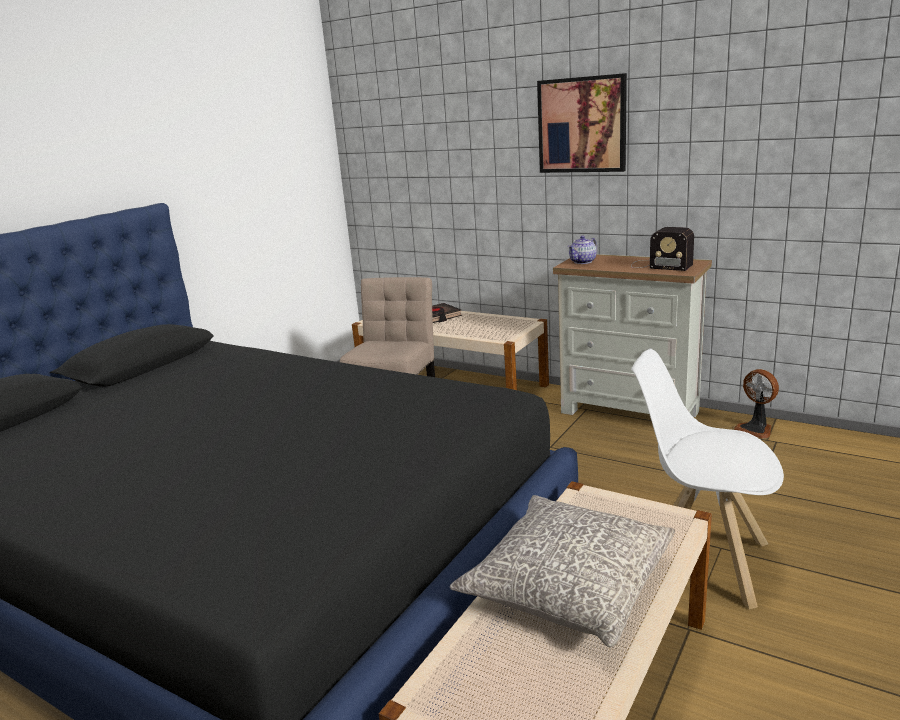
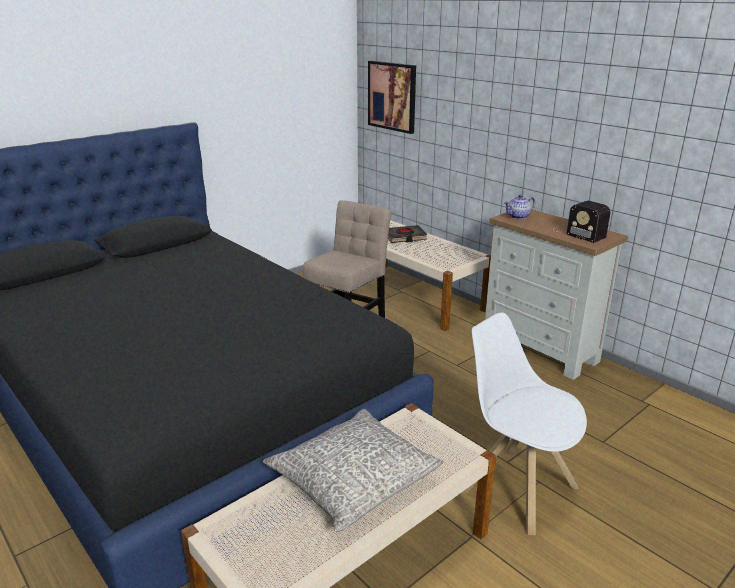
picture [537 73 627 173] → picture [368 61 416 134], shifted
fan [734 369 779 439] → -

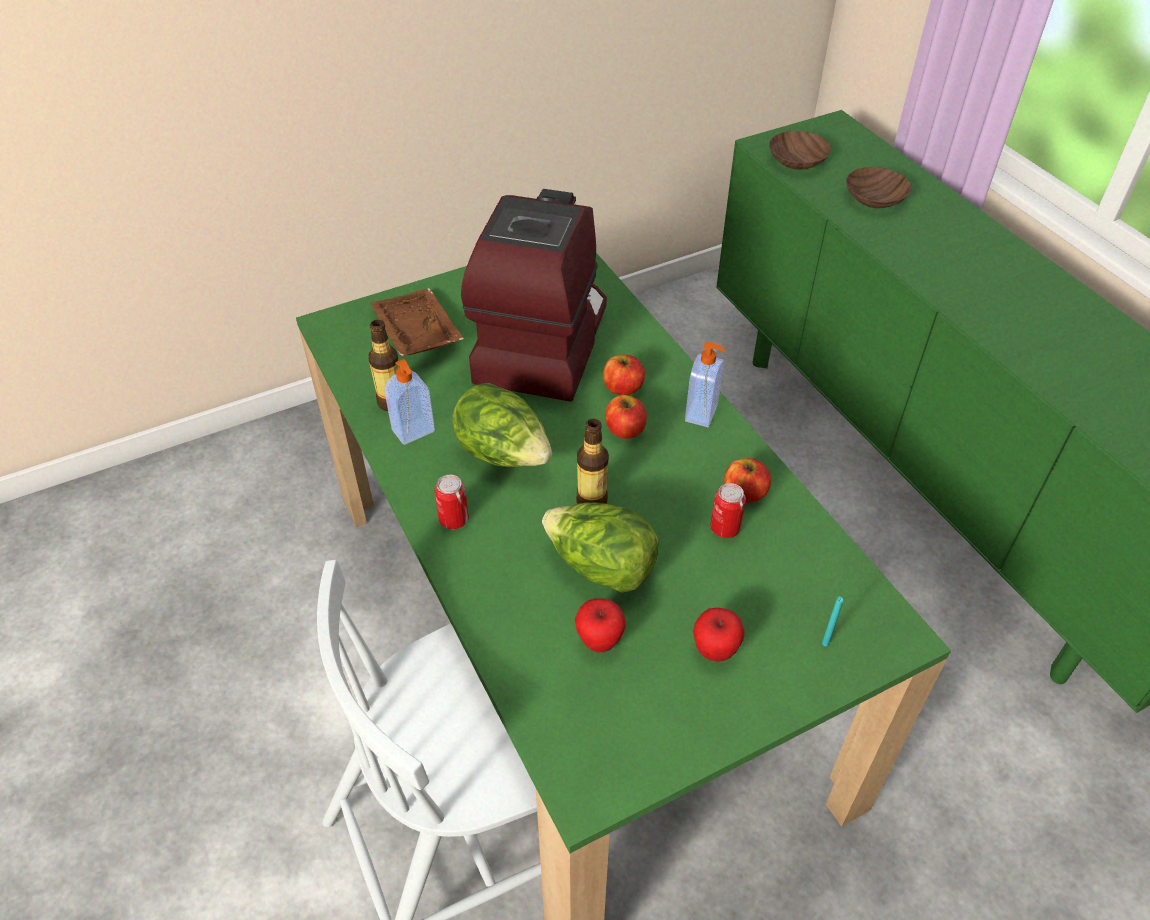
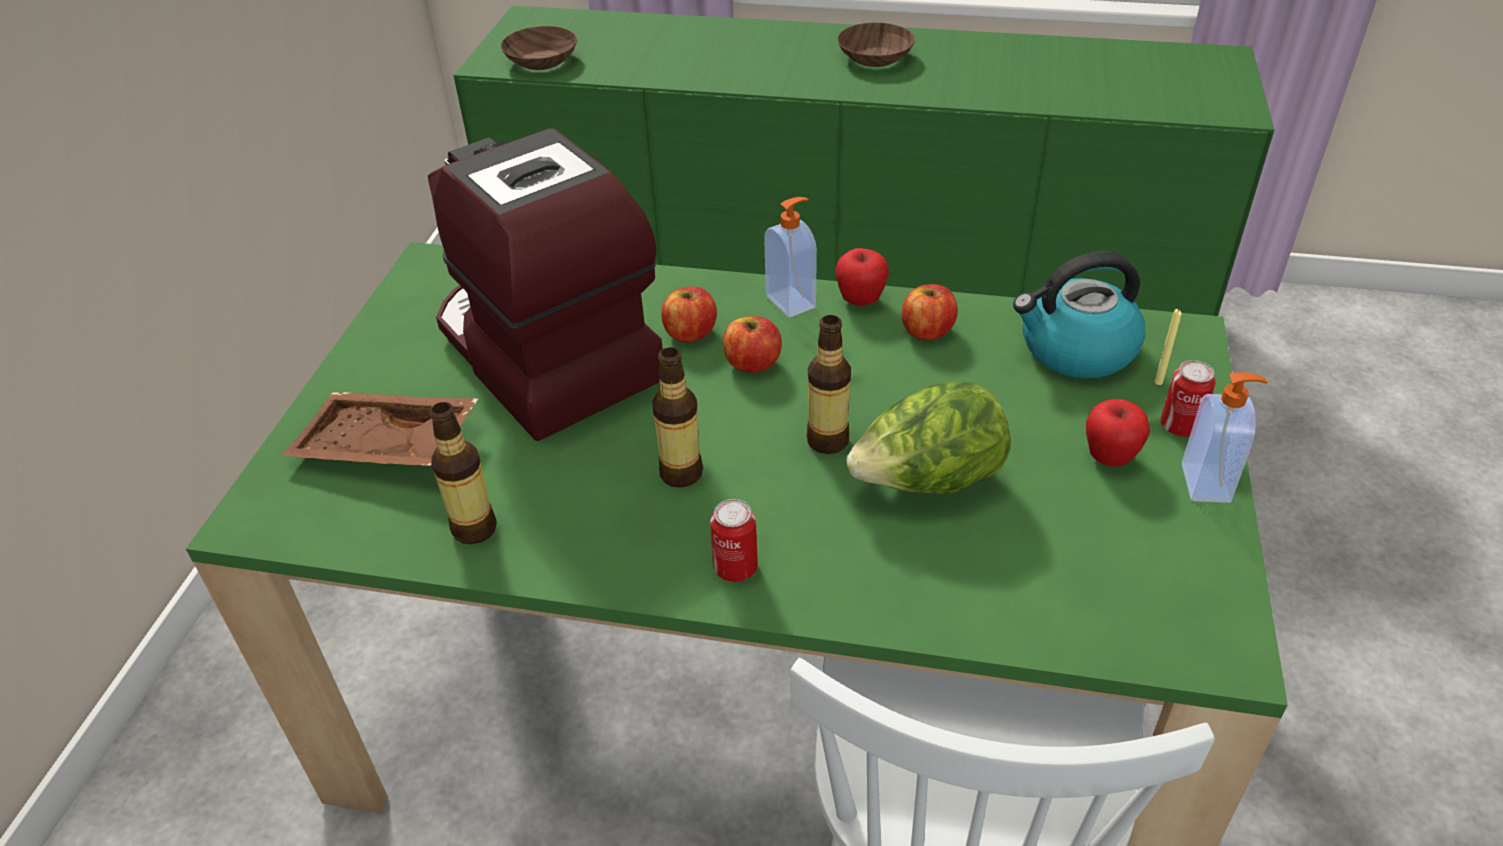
head of lettuce [452 383 552 467] → beverage bottle [652 347 703 488]
apple fruit [575 598 626 652] → apple fruit [835 248 889 306], shifted
bowl (brownish) [846 167 911 208] → bowl (brownish) [837 22 915 67], shifted
- → kettle [1013 251 1146 378]
wax light (turquoise-coloured) [822 596 843 646] → wax light (yellow-coloured) [1154 309 1182 385]
sealed can [710 483 746 538] → sealed can [1160 360 1216 437], shifted
liquid soap bottle [384 359 435 445] → liquid soap bottle [1182 372 1267 503], shifted

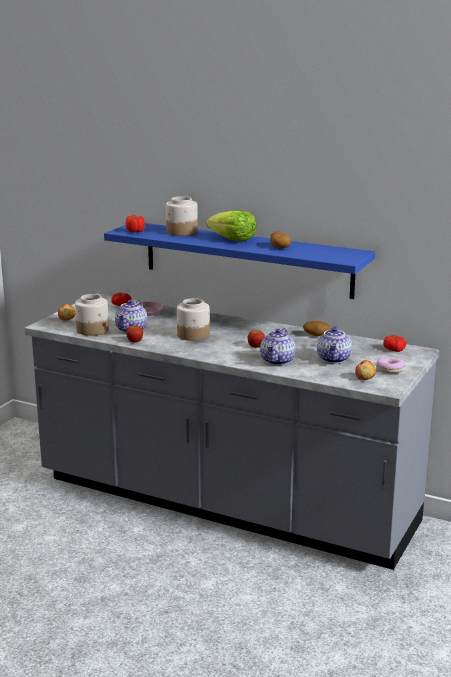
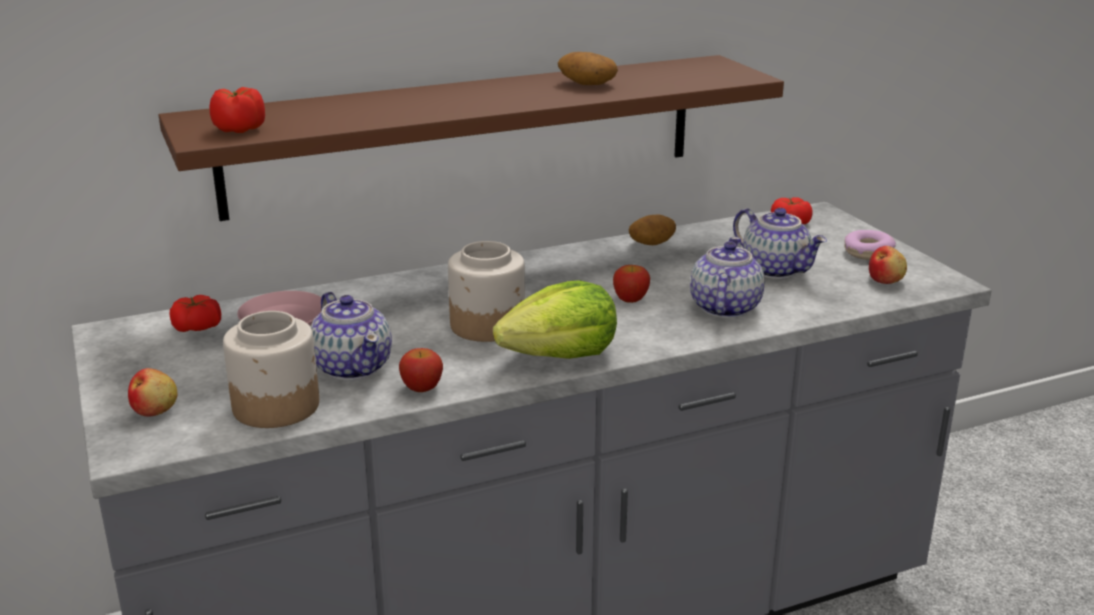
shelf (blue-coloured) [104 223 375 299] → shelf (brownish) [159 55 784 221]
head of lettuce [206 210 257 242] → head of lettuce [493 280 617 359], shifted
teapot [260 328 296 365] → teapot [690 237 764 318], 135 degrees counterclockwise
preserve jar [166 196 198 236] → -

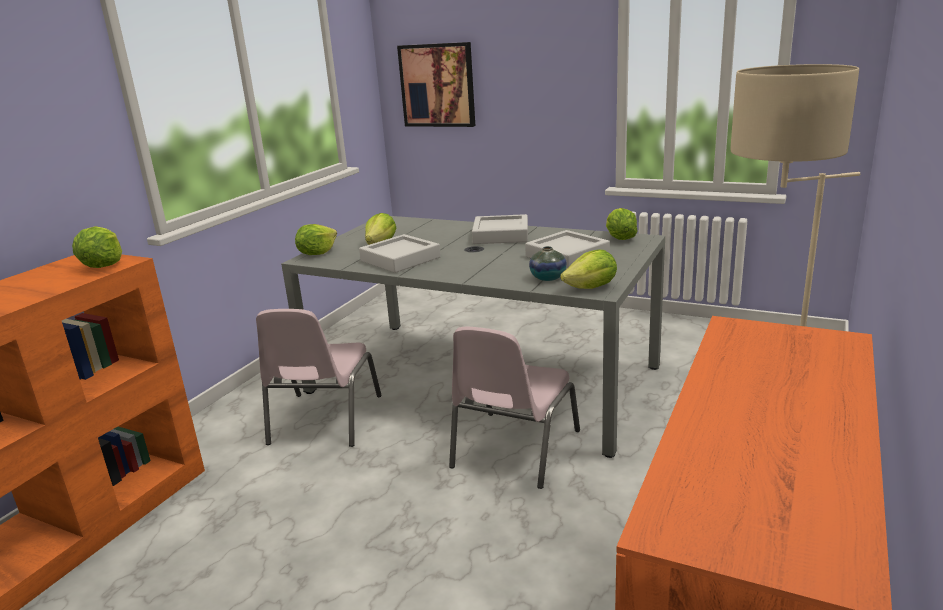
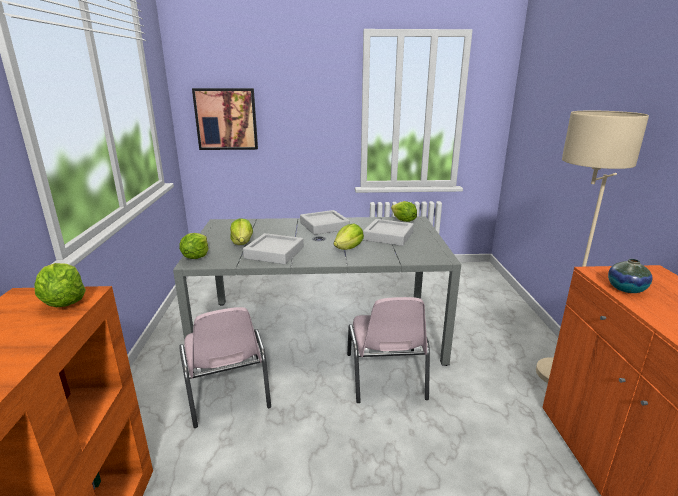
head of lettuce [560 250 617 289] → head of lettuce [334 223 364 250], shifted
vase [529 246 567 281] → vase [608 259 652 293], shifted

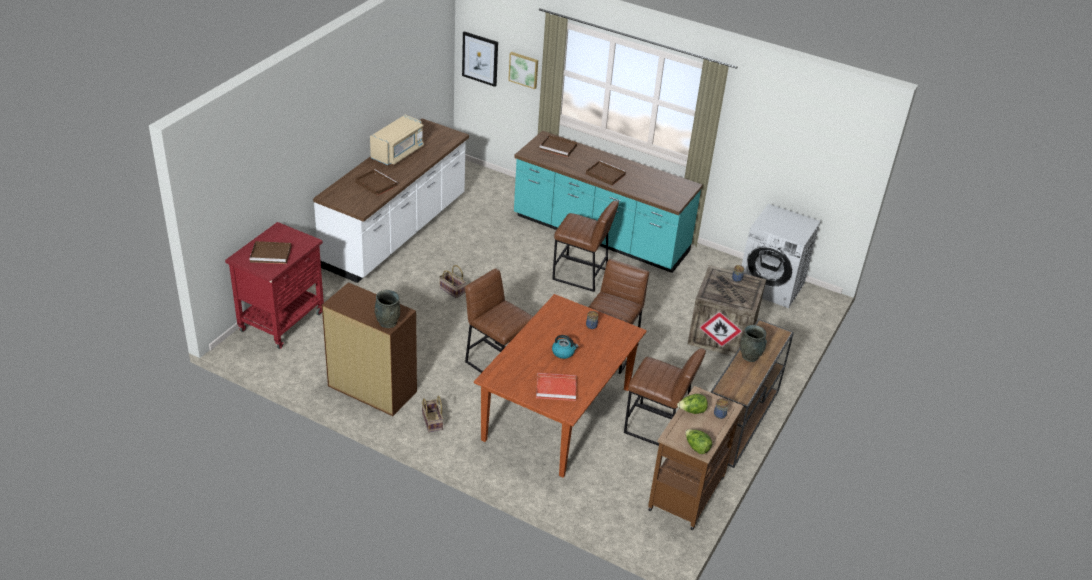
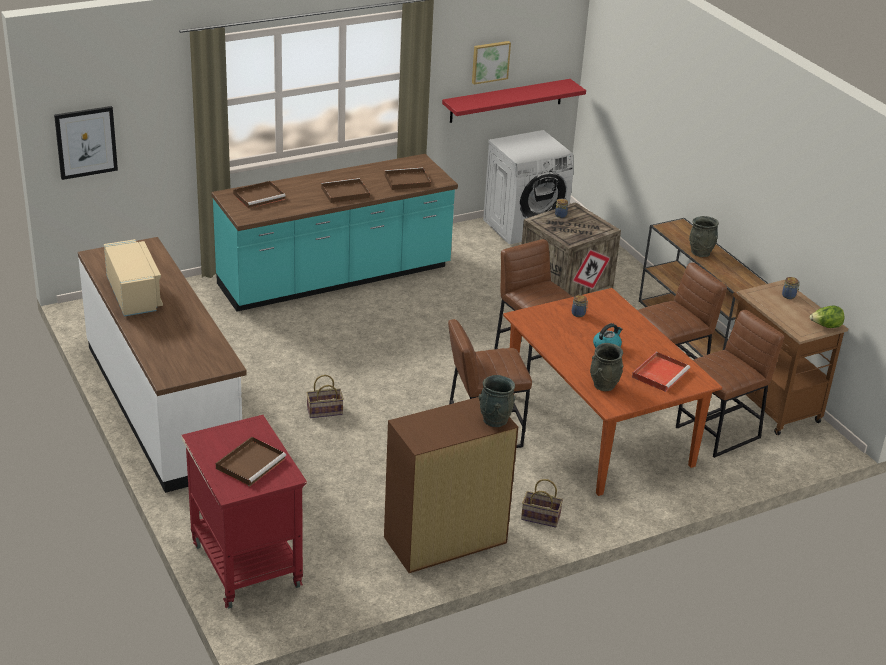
carrying tray (brownish) [355 169 397 196] → carrying tray (brownish) [384 167 431 190], shifted
- → shelf (red) [442 79 586 123]
picture [508 52 538 89] → picture [472 41 511 85], shifted
- → vase (gray) [590 343 623 391]
plain chair (brownish) [552 201 619 292] → plain chair (brownish) [676 310 784 458], shifted
head of lettuce [677 394 708 414] → -

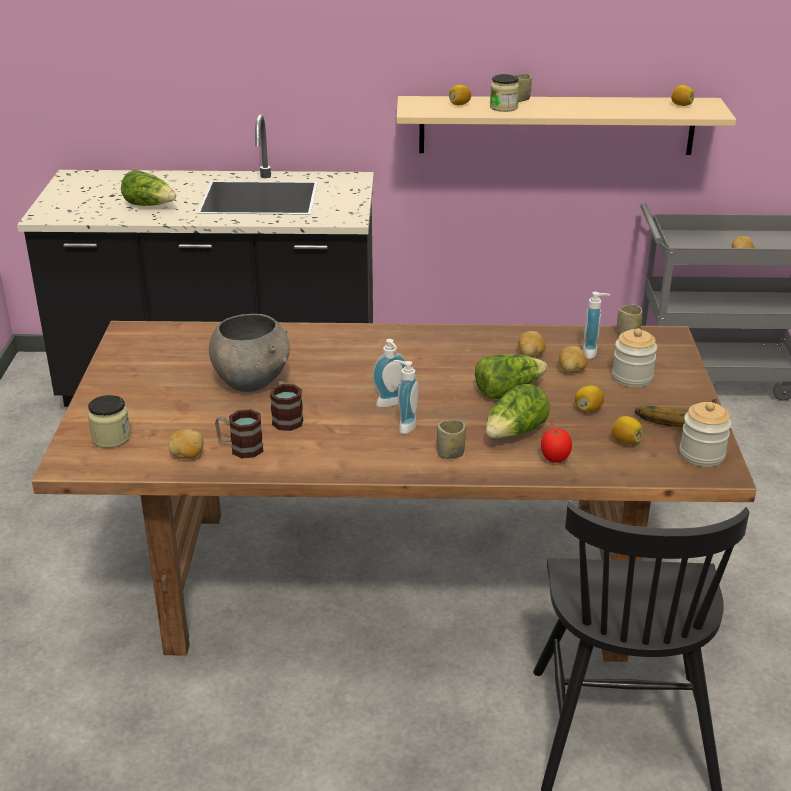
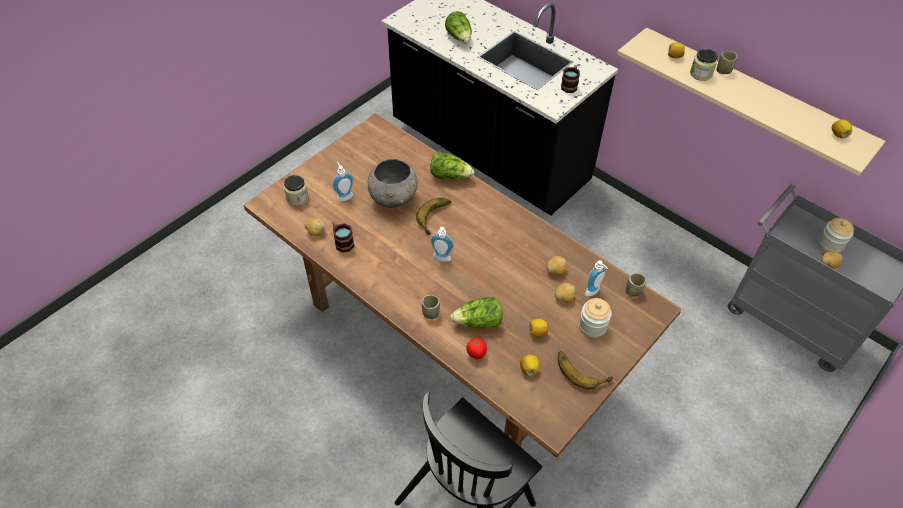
liquid soap bottle [393 360 418 434] → liquid soap bottle [332 162 354 202], shifted
- → whole banana [416 198 451 235]
head of lettuce [475 354 547 399] → head of lettuce [430 151 474 180], shifted
coffee mug [270 381 303 431] → coffee mug [561 65 580 93], shifted
preserve jar [680 402 732 467] → preserve jar [818 218 854 253], shifted

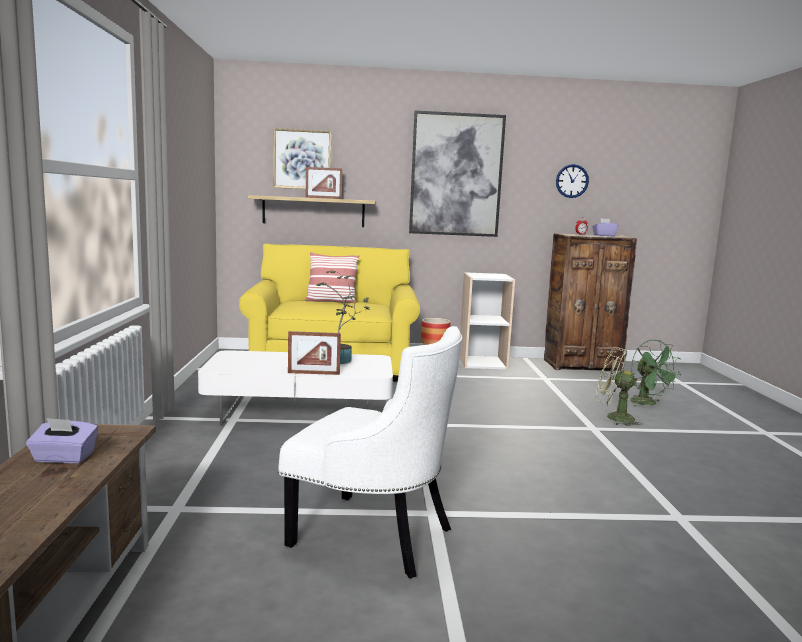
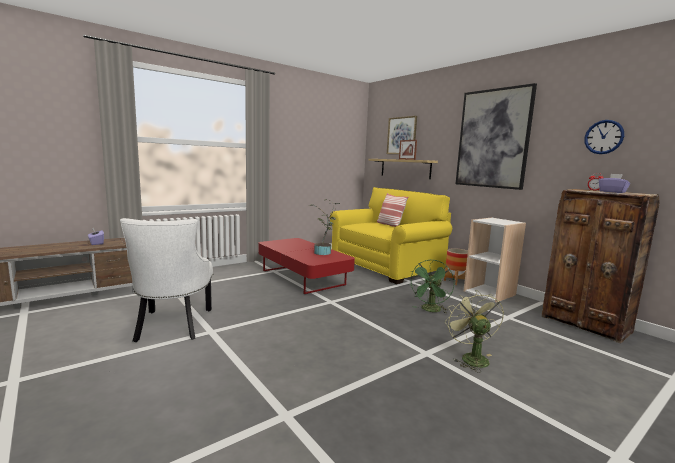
lounge table (whitish) [198 350 393 425] → lounge table (red) [258 238 355 294]
fan (greenish) [630 339 681 407] → fan (greenish) [409 260 454 313], shifted
standing frame [288 331 341 375] → -

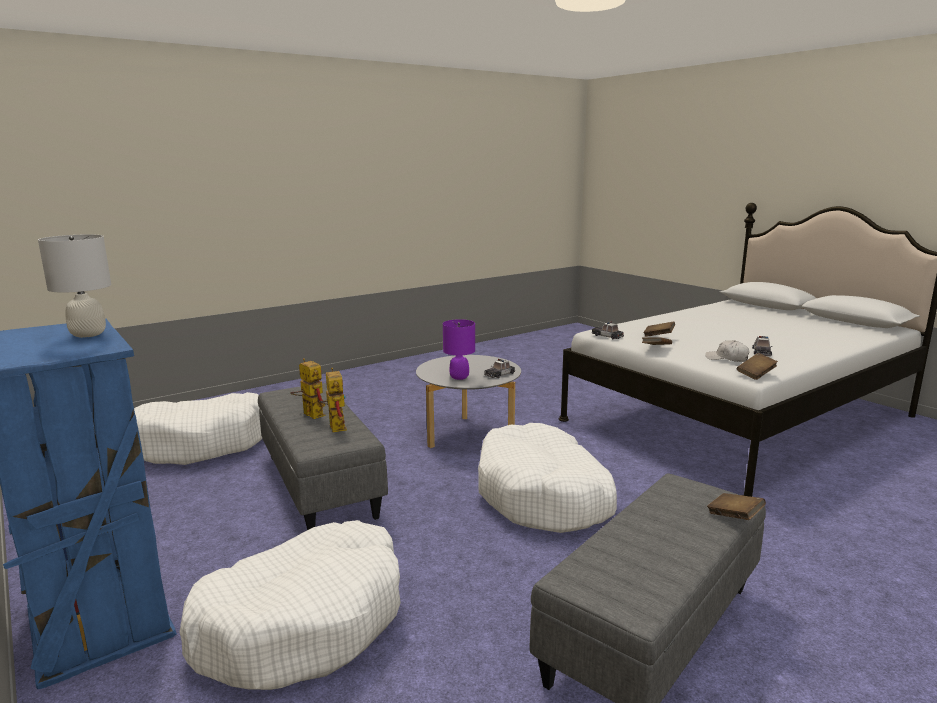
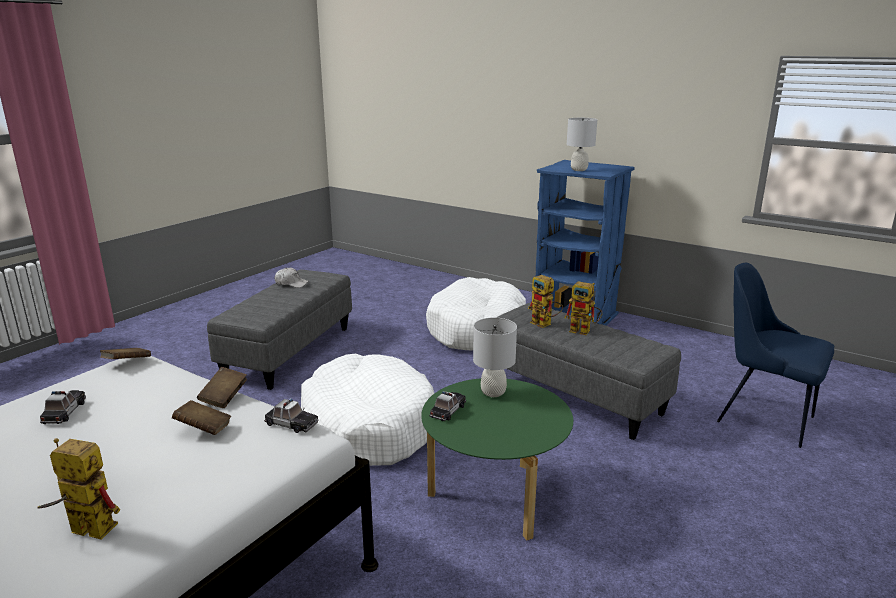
- → robot figure [37 438 120 540]
baseball cap (whitish) [705 340 750 362] → baseball cap (whitish) [275 268 309 288], shifted
lounge table (gray) [416 355 521 448] → lounge table (greenish) [421 378 573 540]
table lamp (purple-coloured) [443 319 475 380] → table lamp (gray) [473 318 517 397]
dog bed (whitish) [134 392 263 465] → plain chair (blue-coloured) [717 263 834 448]
bound book (brownish) [707 493 766 520] → -

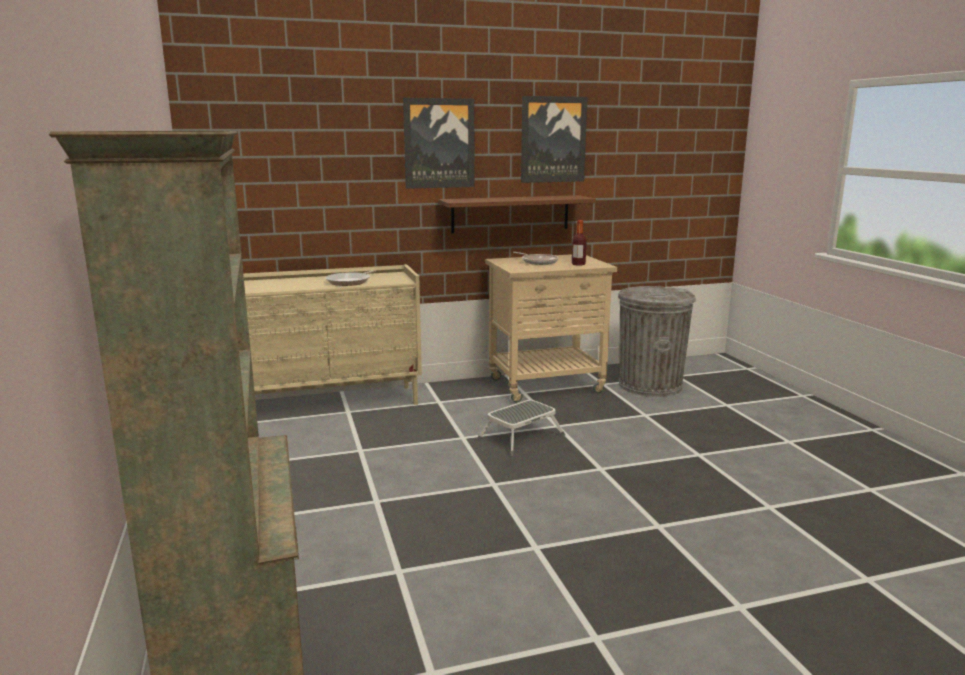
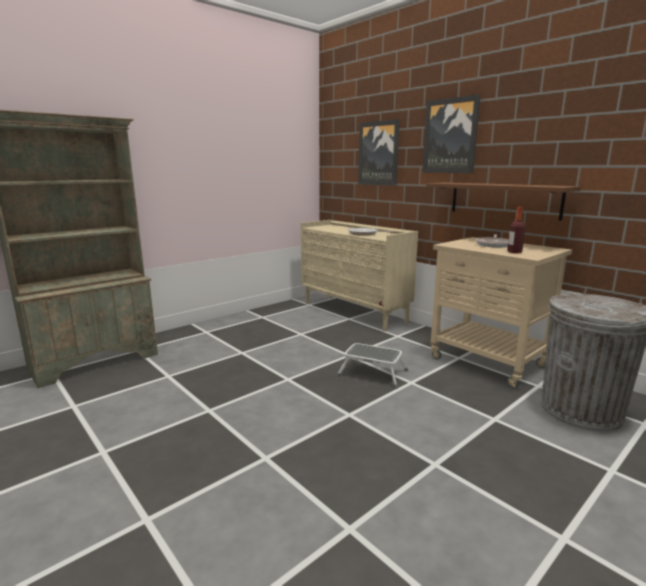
picture [521 96 588 183] → picture [358 119 400 186], shifted

